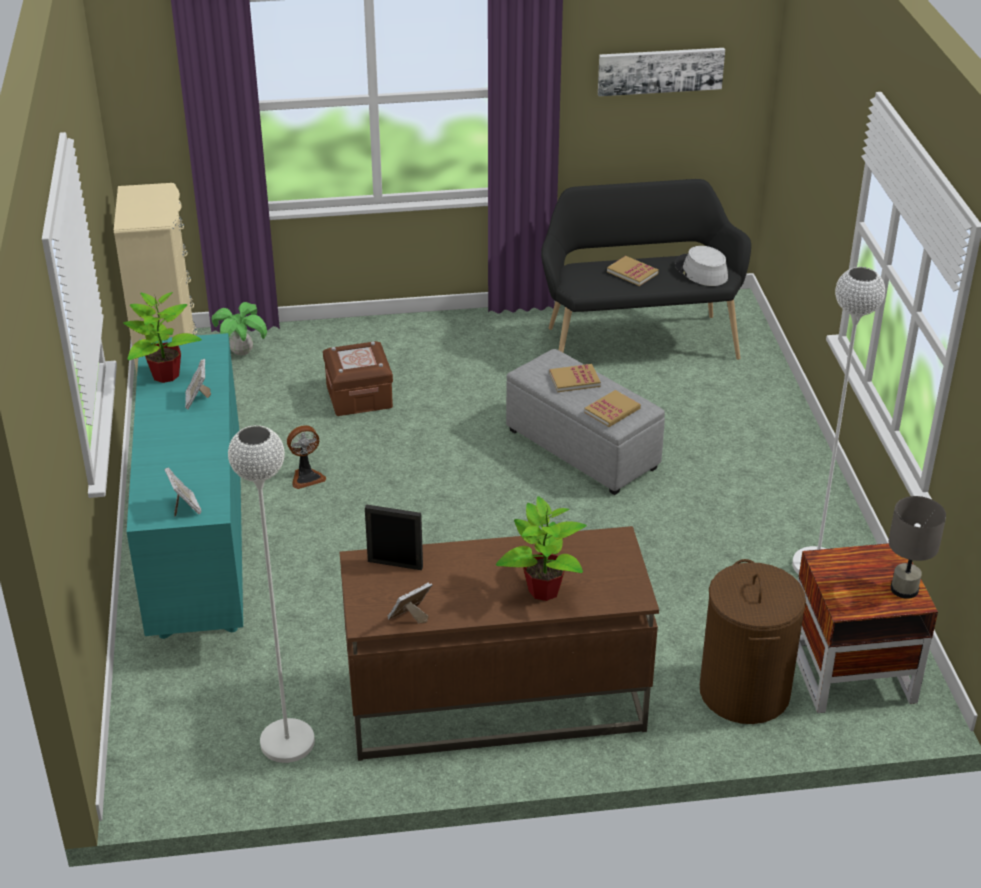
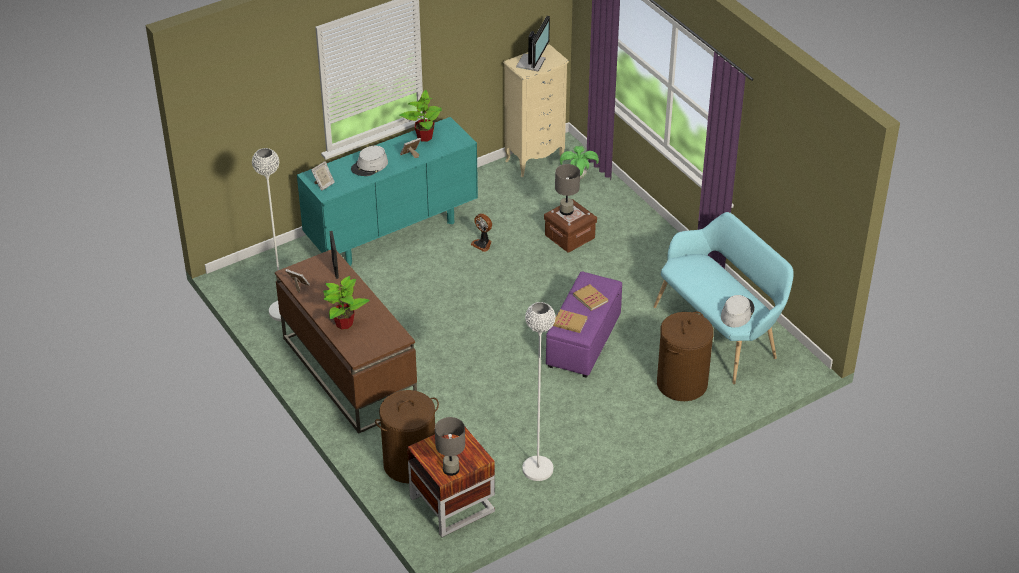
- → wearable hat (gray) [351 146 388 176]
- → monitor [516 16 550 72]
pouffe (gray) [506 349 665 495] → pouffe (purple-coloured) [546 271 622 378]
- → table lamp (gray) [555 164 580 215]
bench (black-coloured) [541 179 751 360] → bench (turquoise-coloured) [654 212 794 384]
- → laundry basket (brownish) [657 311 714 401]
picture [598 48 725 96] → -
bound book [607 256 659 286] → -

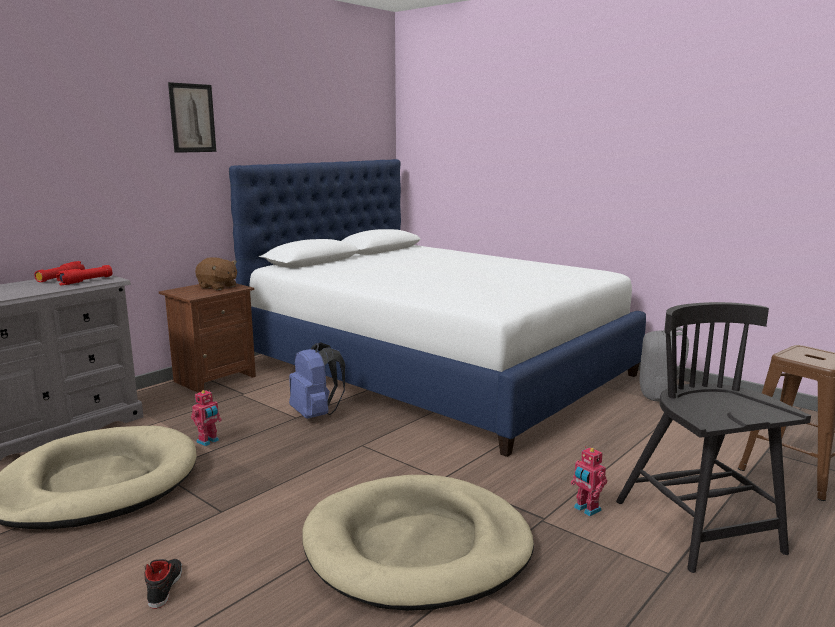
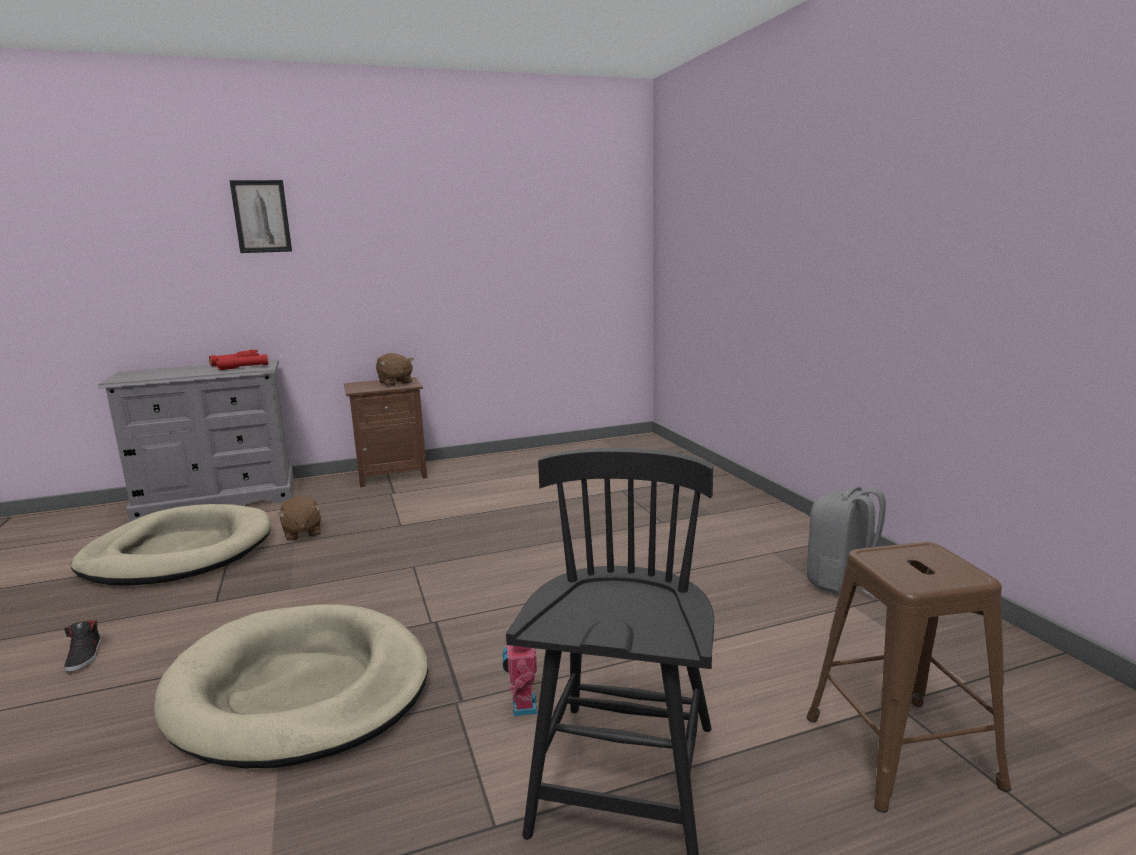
shoe (black-coloured) [144 559 182 609] → shoe (black-coloured) [64 620 101 672], 135 degrees clockwise
picture [168 82 216 153] → picture [230 180 292 253], shifted
robot figure [191 389 222 446] → cuddly toy (brownish) [277 496 322 541]
sleeping bed (whitish) [229 159 646 457] → -
rucksack (blue-coloured) [289 342 345 419] → -

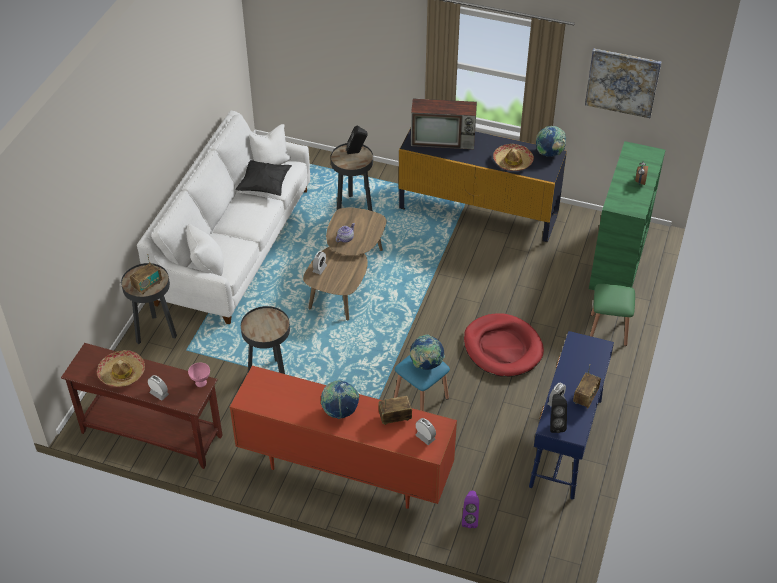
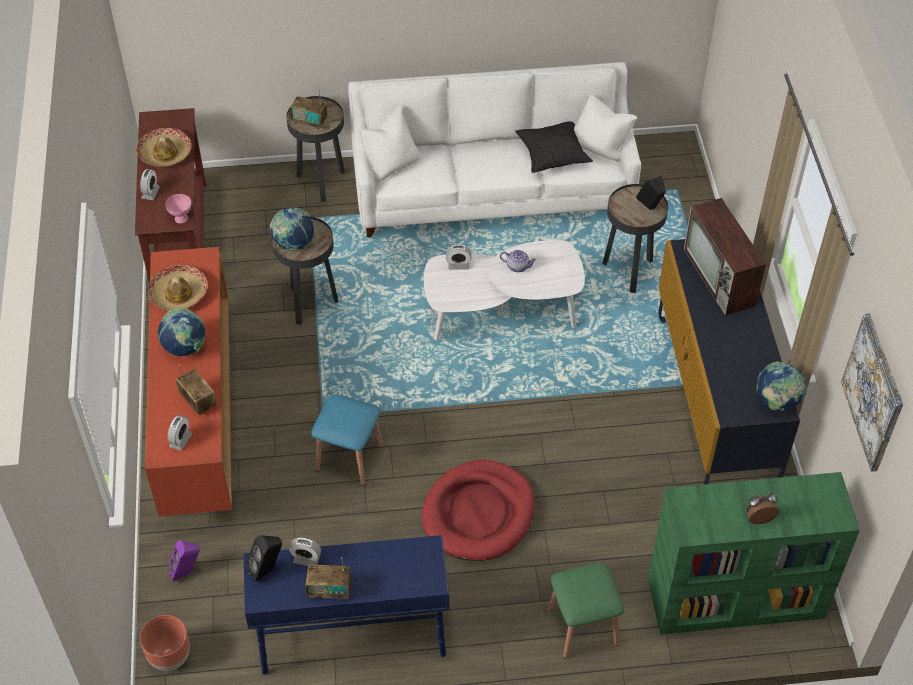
- → planter (brownish) [140 615 190 671]
wearable hat [493 144 534 171] → wearable hat [148 265 208 311], shifted
desk globe [410 334 445 370] → desk globe [270 207 314 251], shifted
lounge table (brownish) [303 208 386 320] → lounge table (whitish) [424 240 585 340]

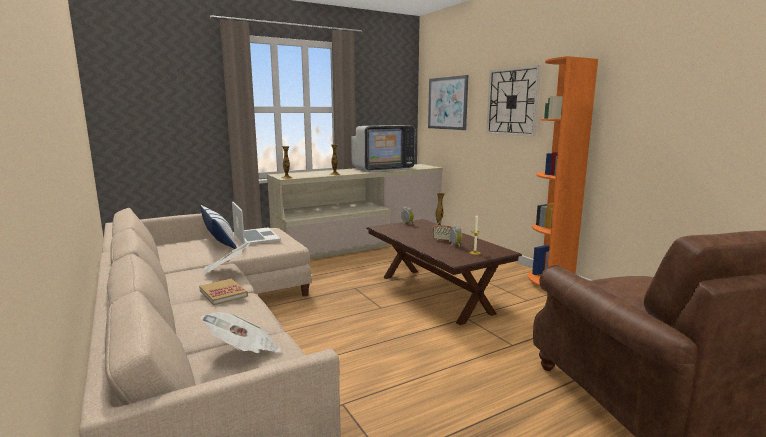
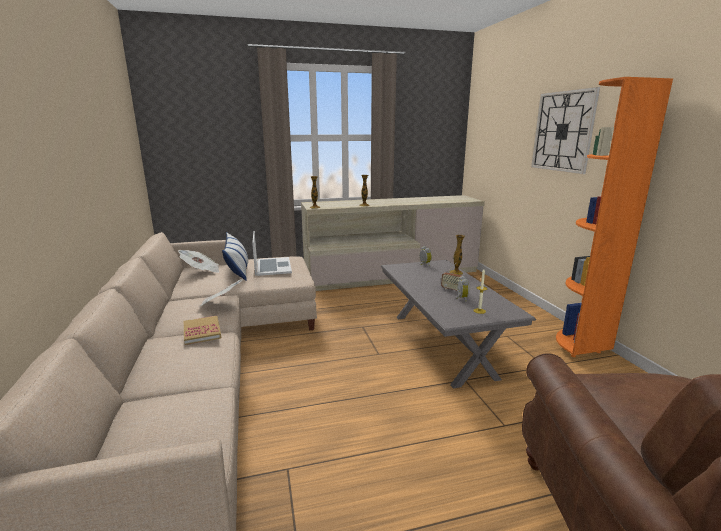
printed paper [200 312 282 353] → printed paper [178 250 219 273], shifted
lounge table (brownish) [366 219 522 325] → lounge table (gray) [381 260 536 389]
TV set [351 125 415 172] → -
picture [428 75 468 130] → -

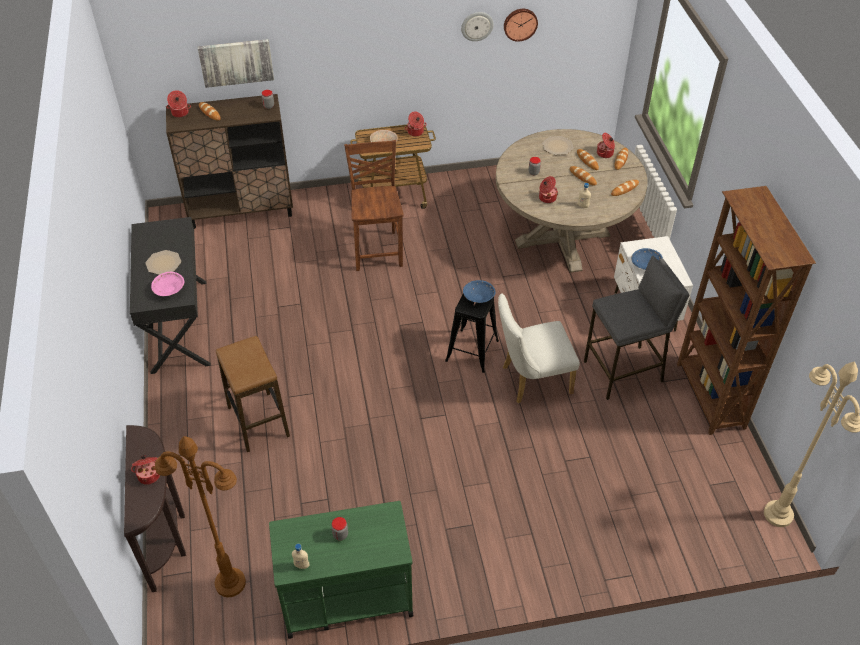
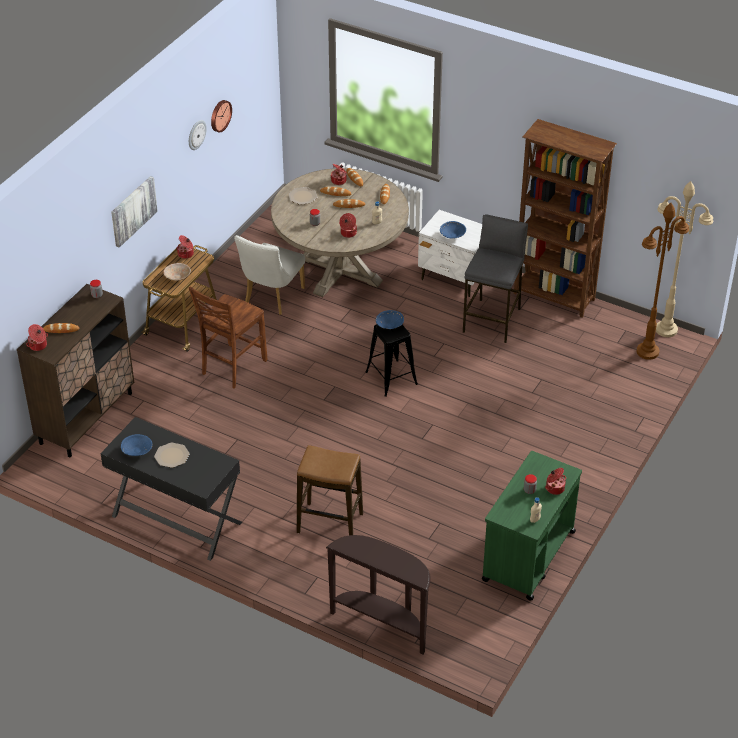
picture [198 39 274 88] → picture [111 176 158 248], shifted
- → bowl (blue-coloured) [121 434 153 456]
plain chair (brownish) [344 140 404 271] → plain chair (brownish) [189 286 267 389], 90 degrees counterclockwise
plain chair (whitish) [498 293 580 404] → plain chair (whitish) [234 235 305 315], shifted
saucepot [131 455 160 485] → saucepot [545 468 566 495], shifted
floor lamp (brownish) [155 436 246 597] → floor lamp (brownish) [637 203 689 360], shifted
bowl (pink) [151 272 184 296] → -

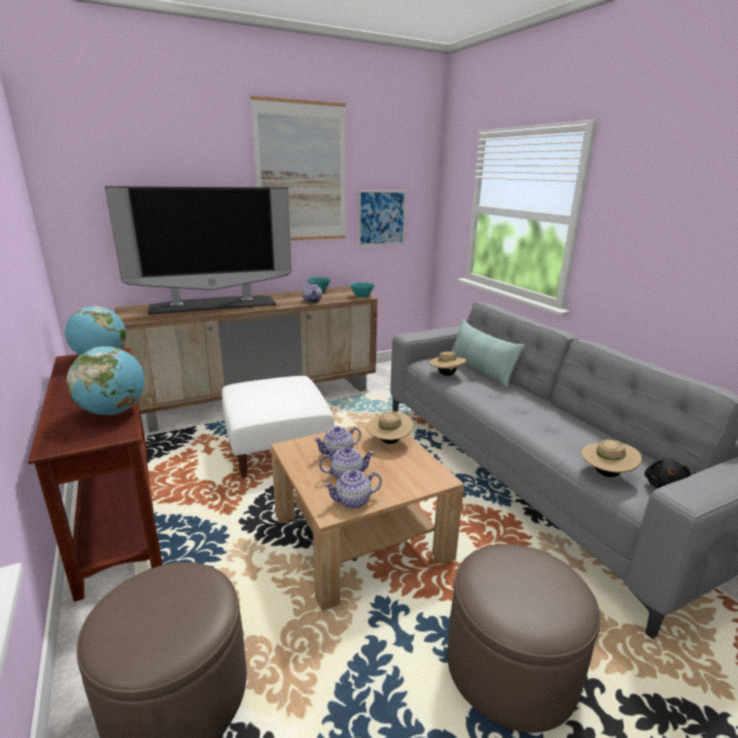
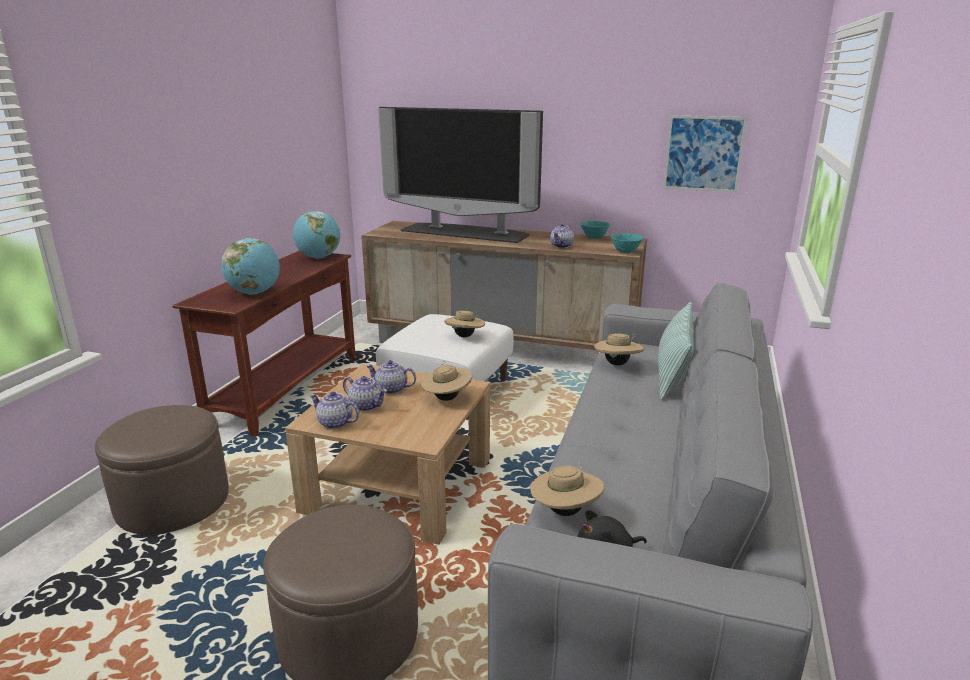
- → wearable hat (beige-coloured) [444 310 485 337]
picture [250 96 346 240] → -

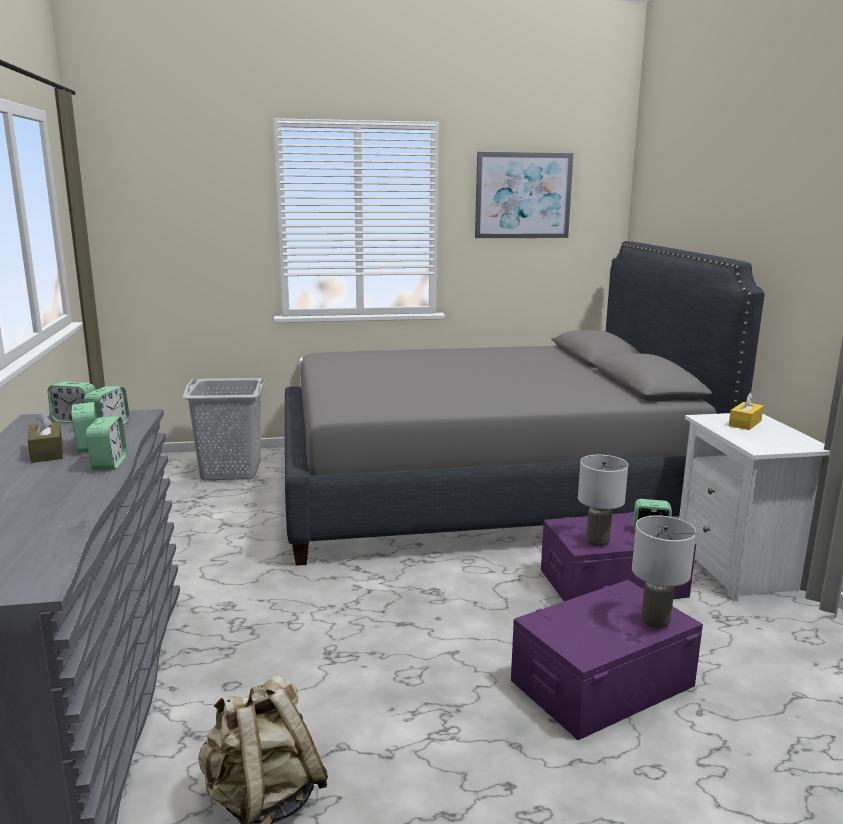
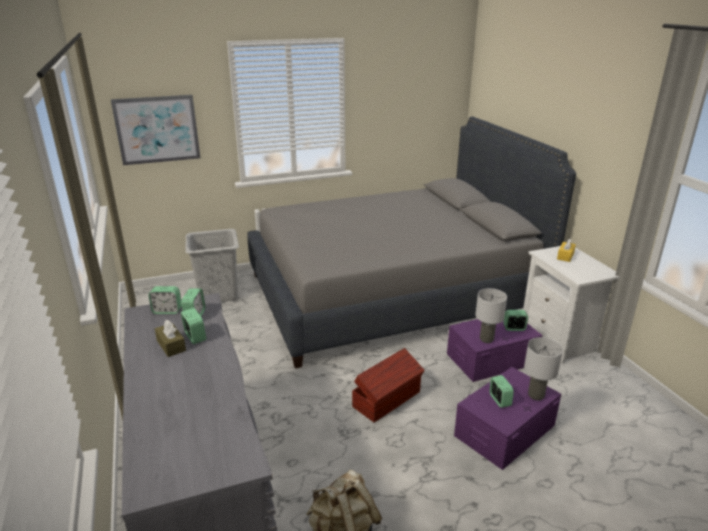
picture [475 152 573 238] → picture [111 95 200 165], shifted
- → storage bin (brownish) [352 348 425 422]
alarm clock [86 416 127 470] → alarm clock [490 375 514 408], shifted

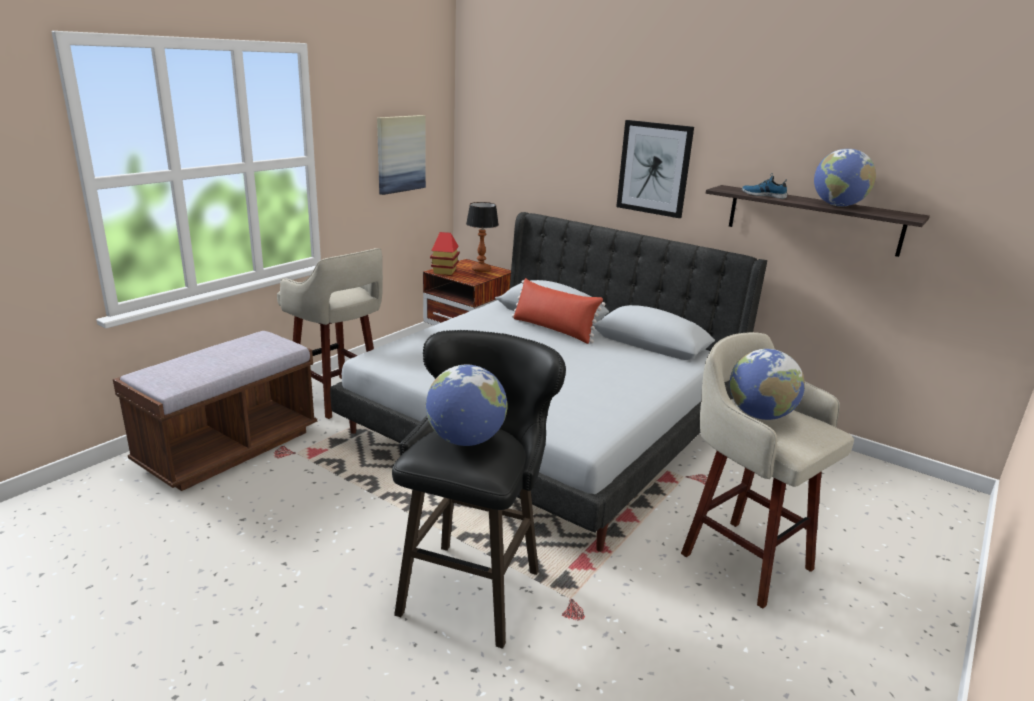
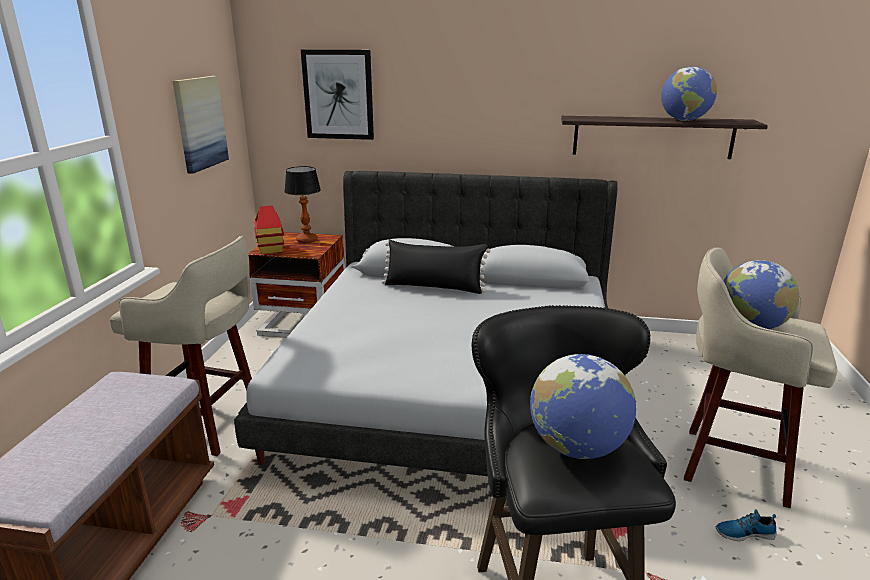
picture [616 120 694 218] → picture [301 50 374 140], shifted
throw pillow (red) [512 278 605 344] → throw pillow (black-coloured) [382 239 491 294]
shoe [742 173 787 199] → shoe [715 509 777 541], shifted

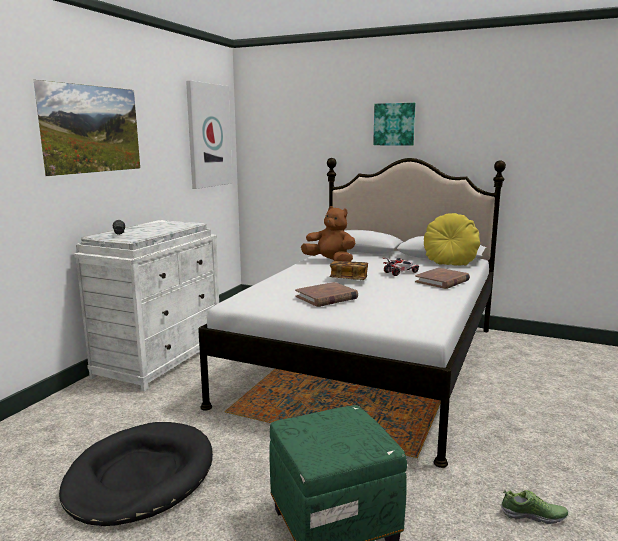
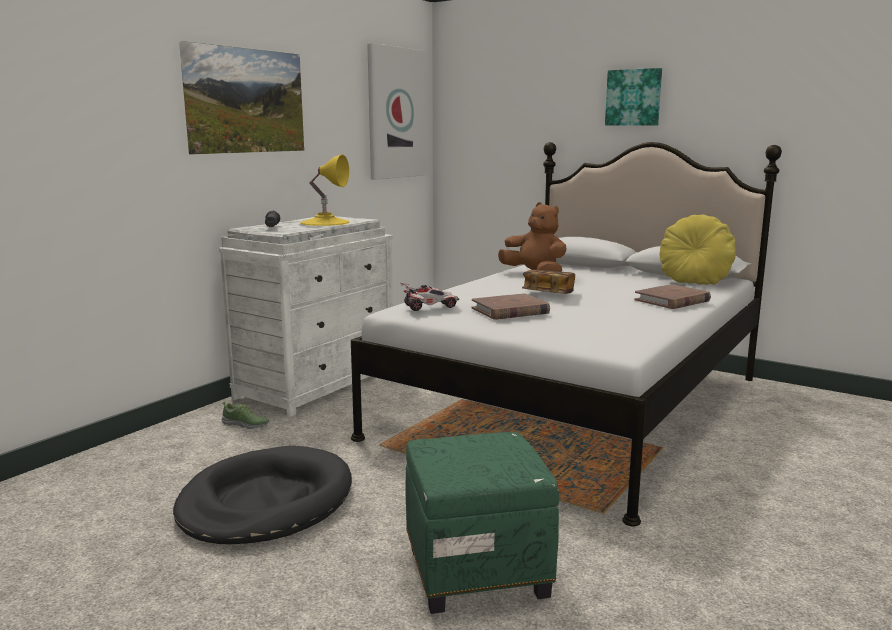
shoe [500 490 568 524] → shoe [221 402 269 429], shifted
- → table lamp (yellow-coloured) [300 155 350 226]
toy car [382 257 419 276] → toy car [401 283 459 311], shifted

